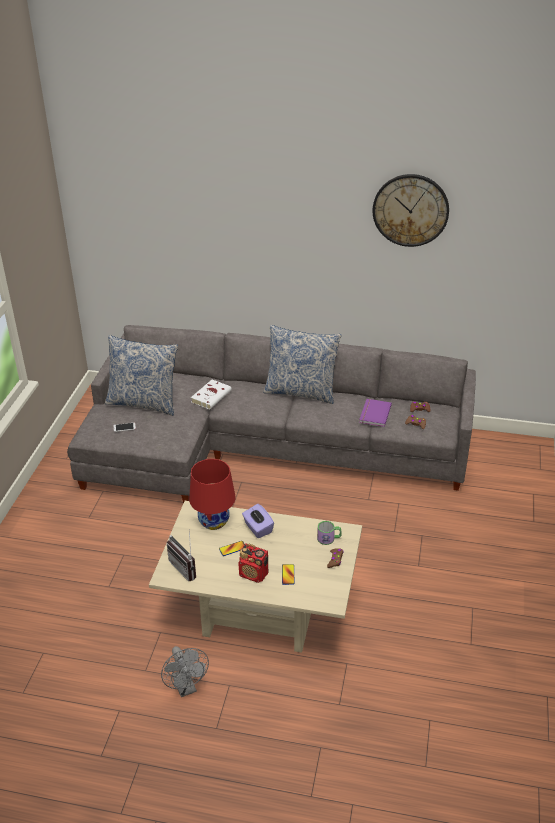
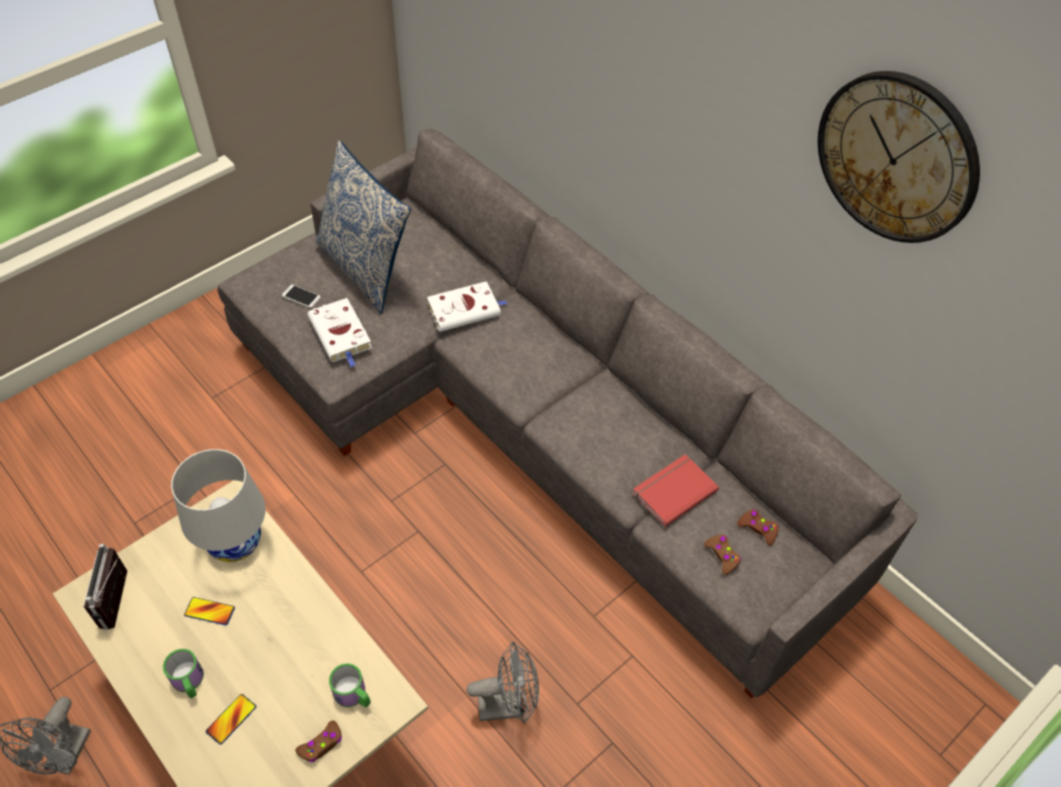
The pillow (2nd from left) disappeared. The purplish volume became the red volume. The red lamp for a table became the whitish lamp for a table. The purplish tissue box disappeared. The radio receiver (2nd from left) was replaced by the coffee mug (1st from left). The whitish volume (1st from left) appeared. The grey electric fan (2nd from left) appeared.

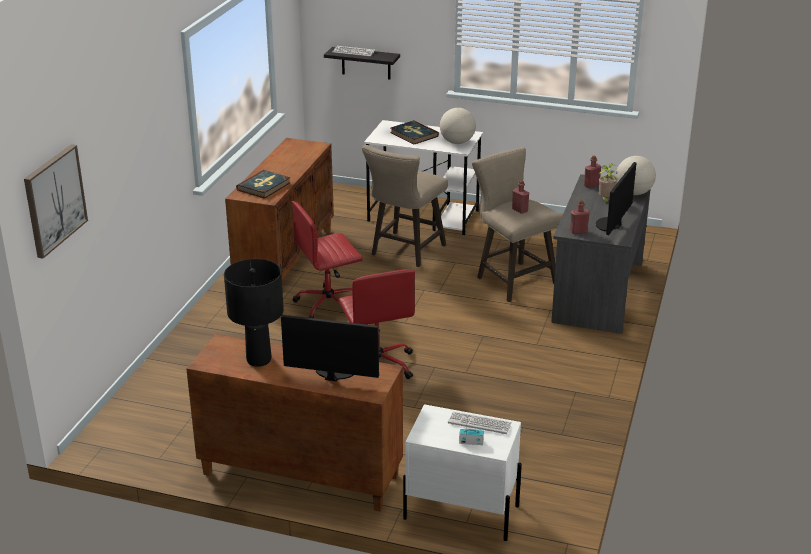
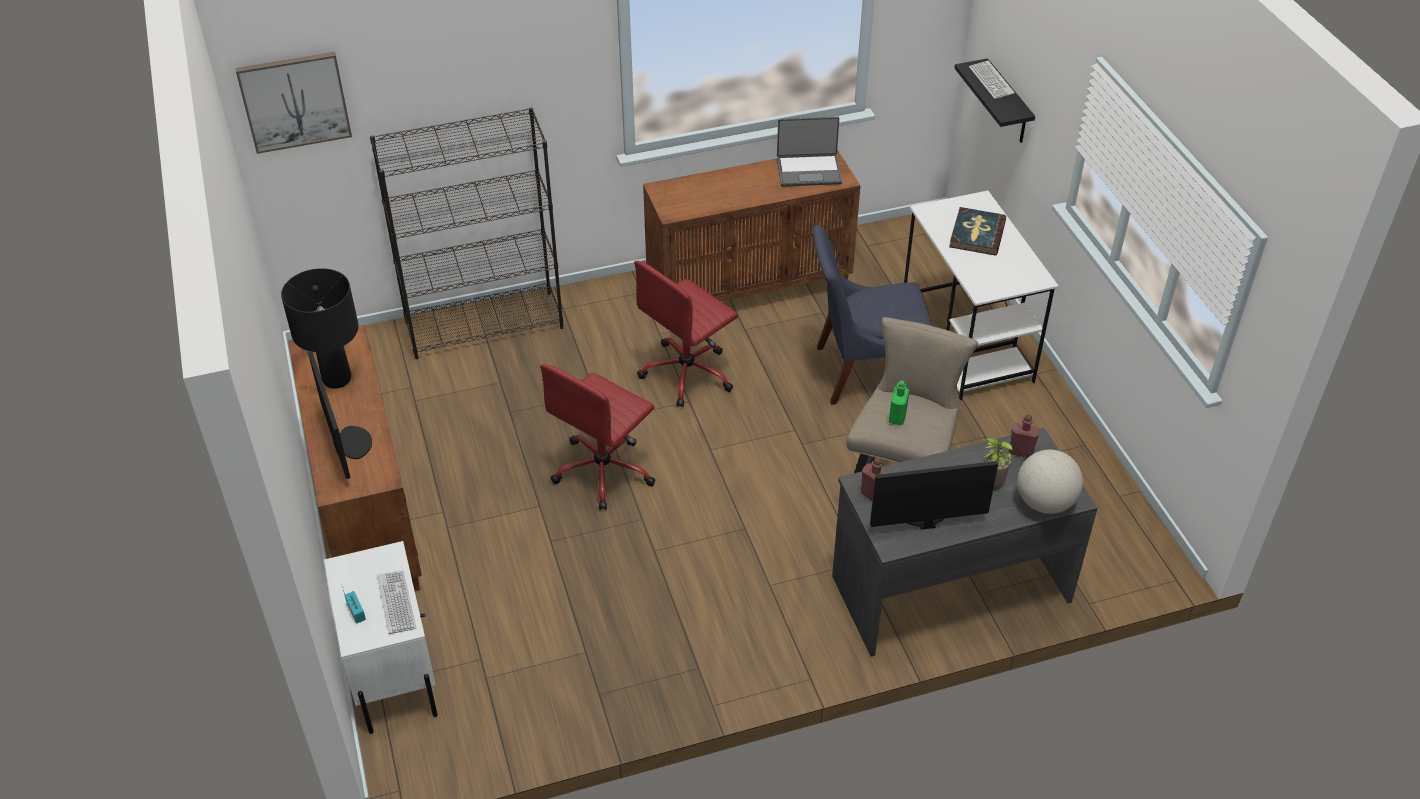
The globe (1st from left) disappeared. The beige-coloured stool (1st from left) was replaced by the bluish upright chair. The volume (1st from left) disappeared. The red bottle (1st from left) became the green-coloured bottle. The red computer chair (1st from left in the first image) turned 75 degrees counterclockwise. The black bookshelf appeared. The laptop appeared.

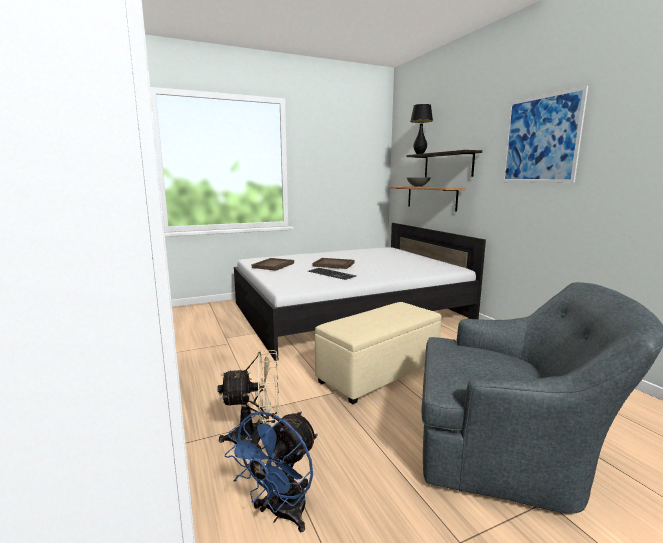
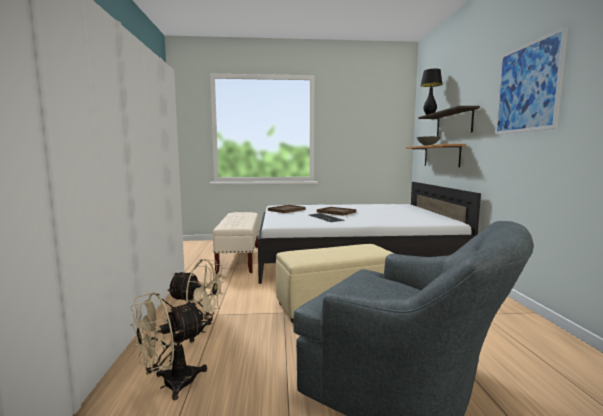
The bluish electric fan became the beige-coloured electric fan (1st from left). The beige-coloured bench appeared.

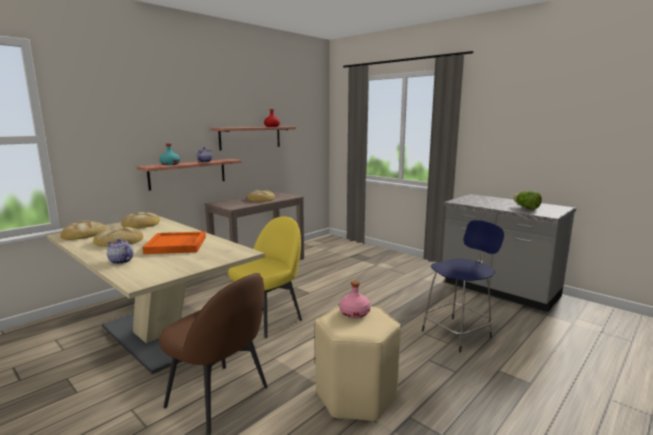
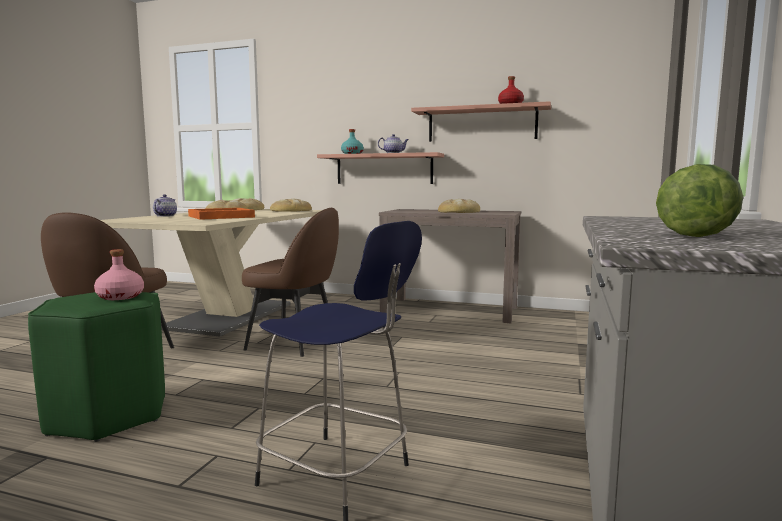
The yellow upright chair became the brown upright chair (2nd from left). The beige-coloured stool became the green-coloured stool.

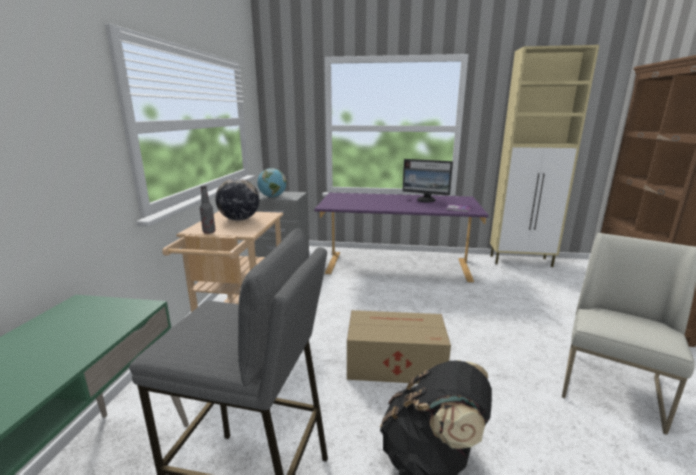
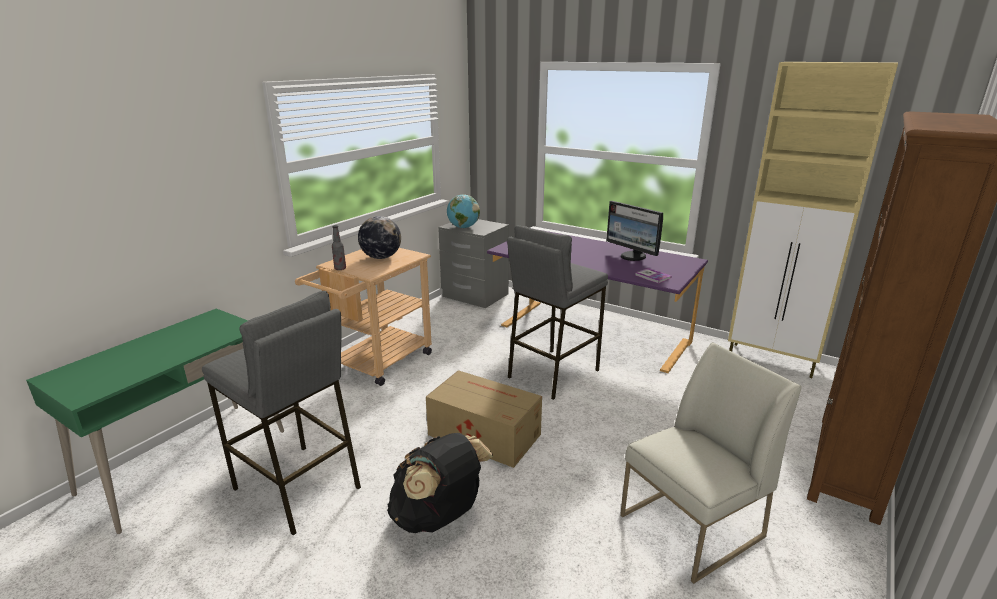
The grey stool (2nd from left) appeared.

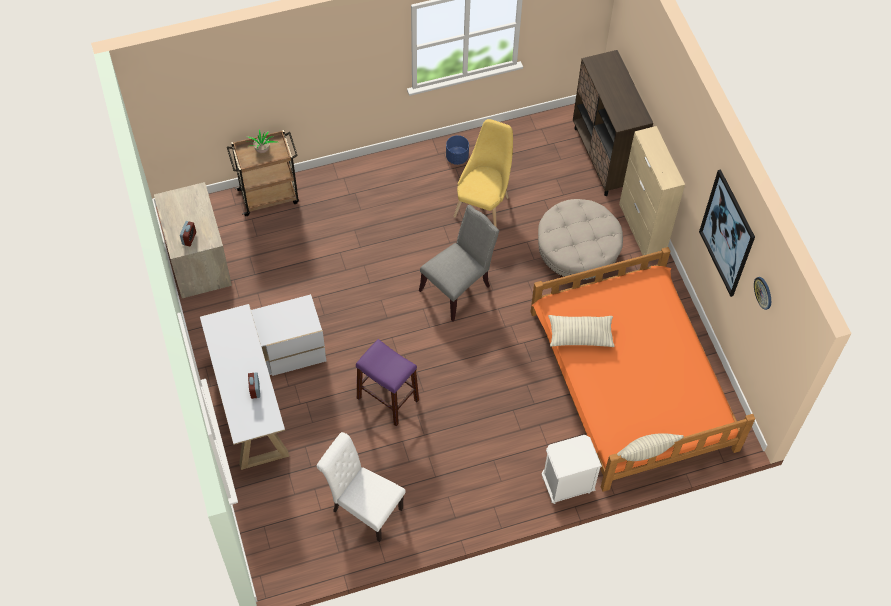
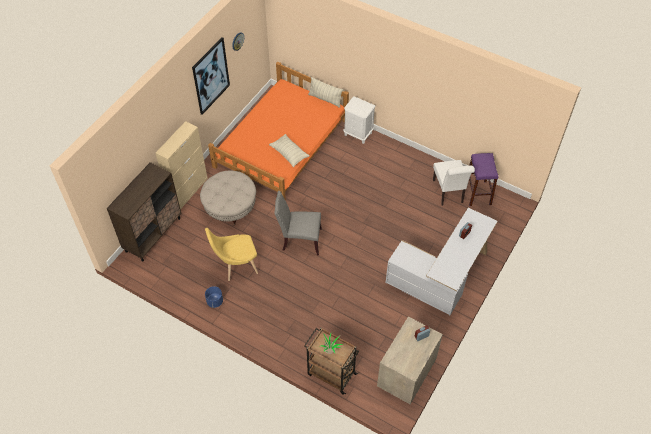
The purplish stool moved.

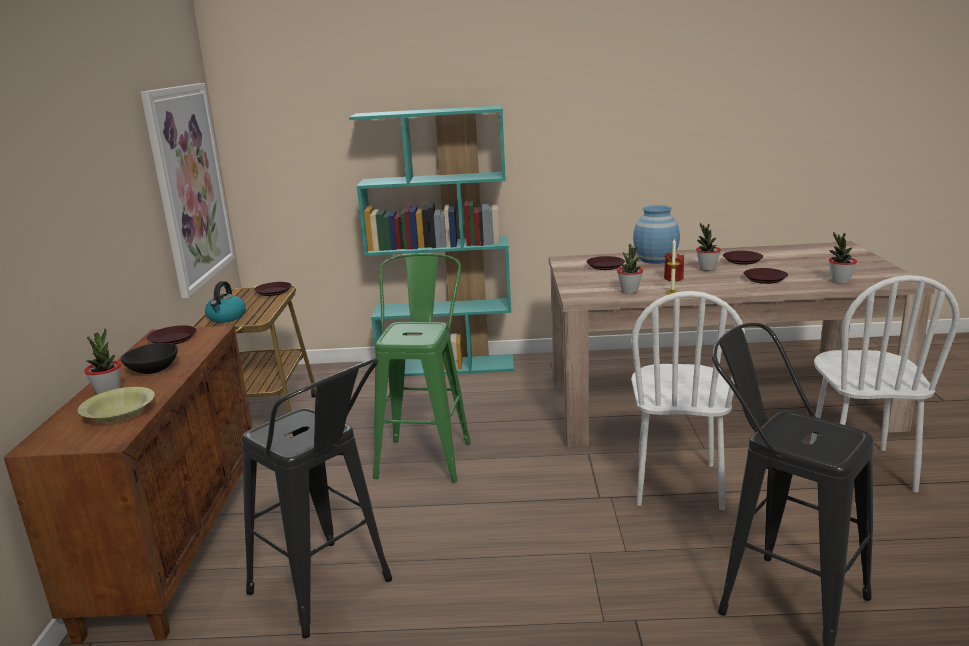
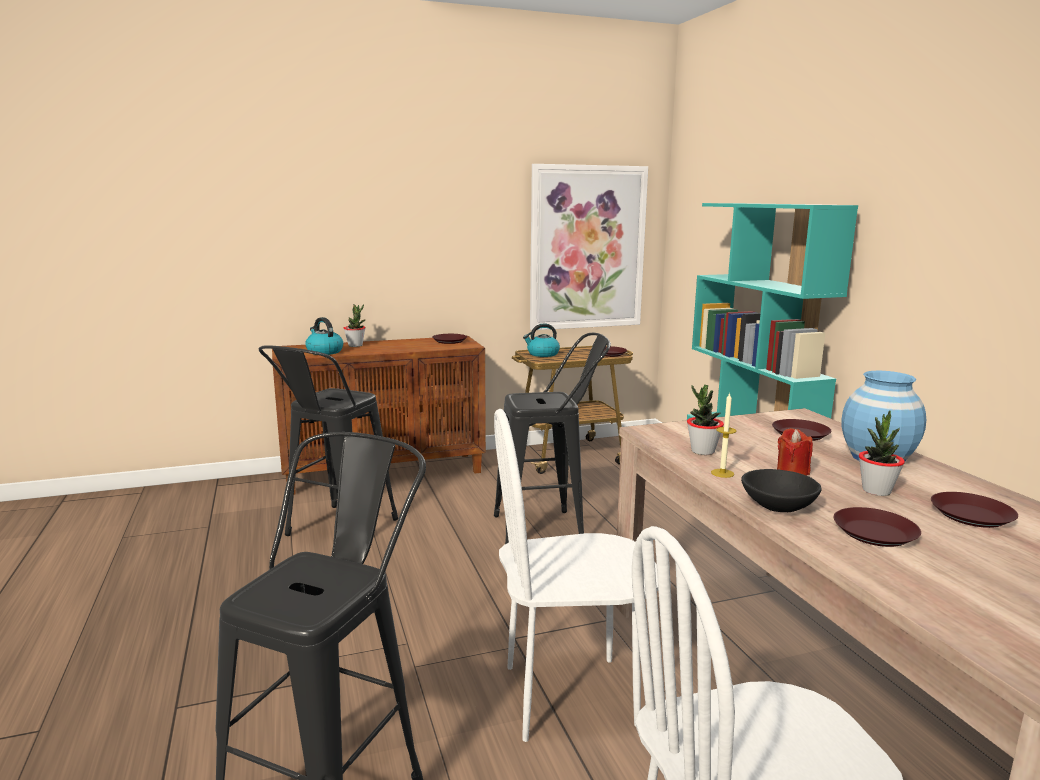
The plant in a pot (4th from left) disappeared. The green-coloured stool became the black stool (3rd from left). The black bowl moved. The yellow bowl was replaced by the water kettle (1st from left).

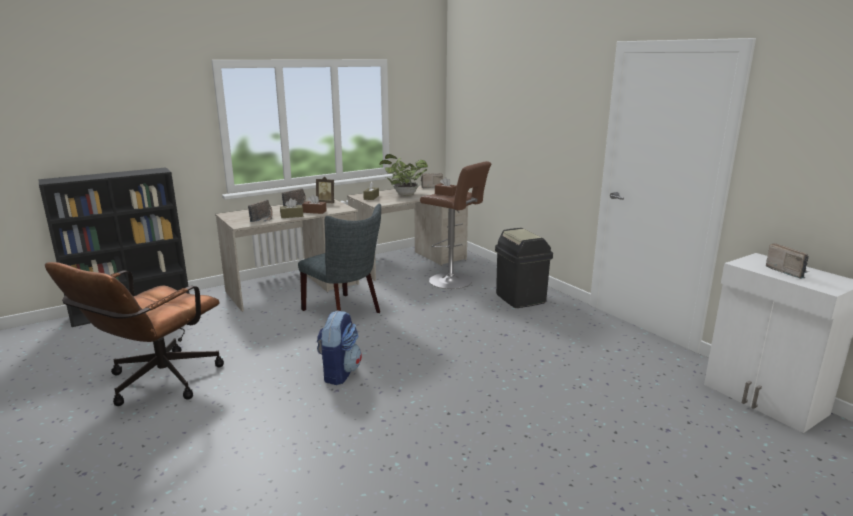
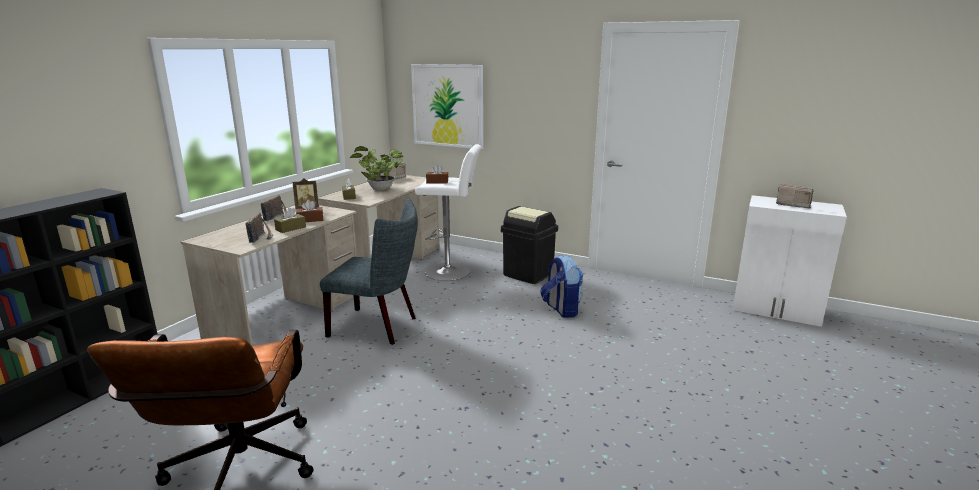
The brown stool became the whitish stool. The backpack moved. The wall picture appeared.

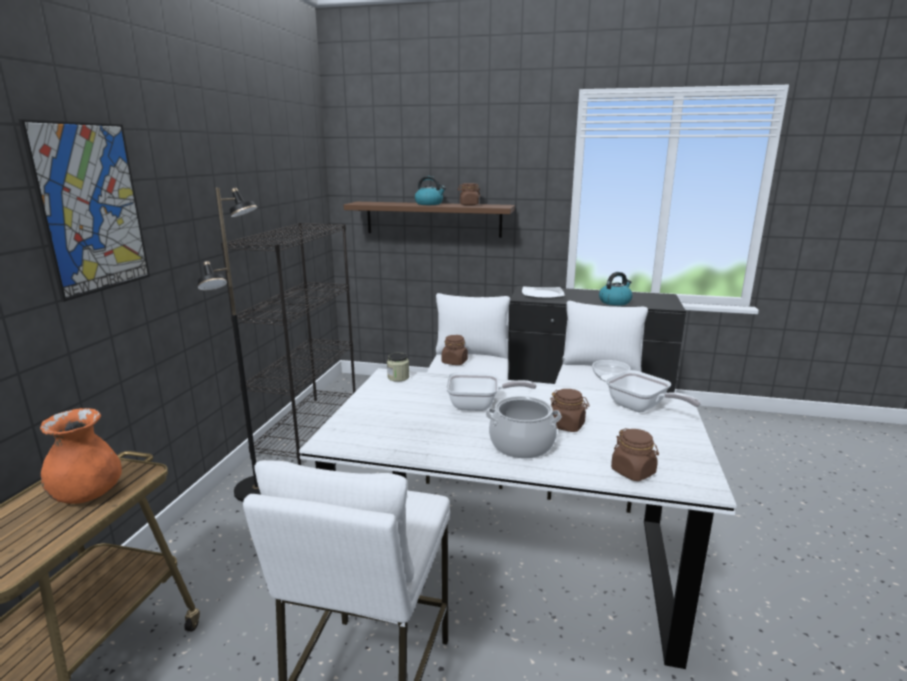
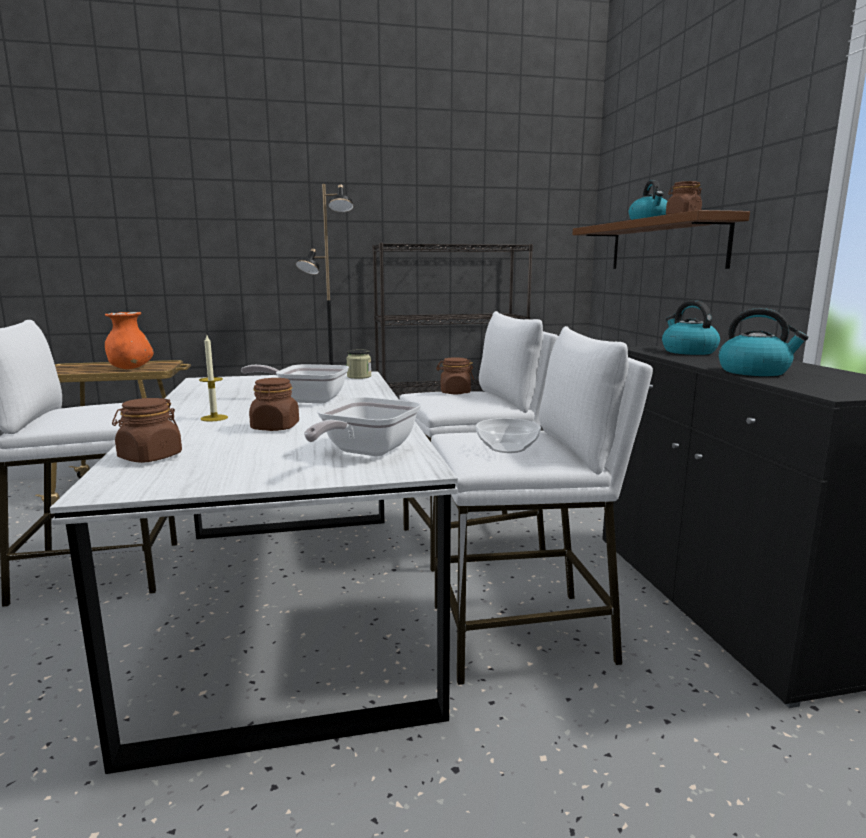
The wall picture disappeared. The flat dish was replaced by the water kettle (2nd from left). The skillet (1st from left) turned 120 degrees clockwise. The stockpot was replaced by the candle.

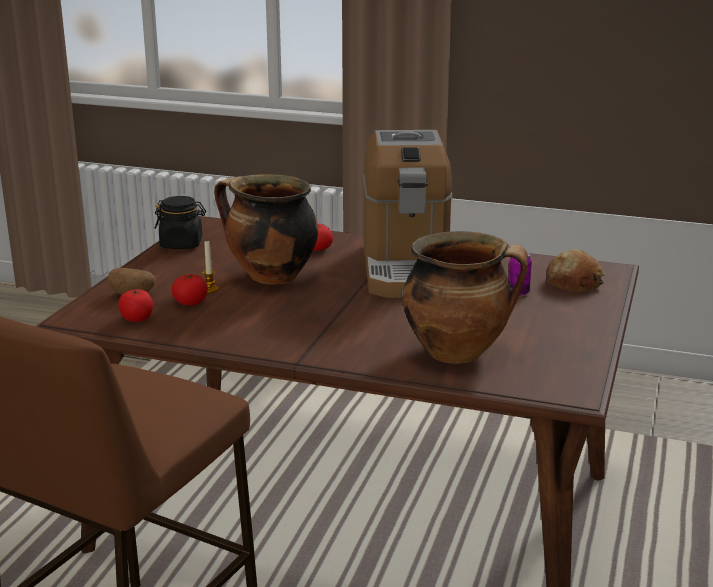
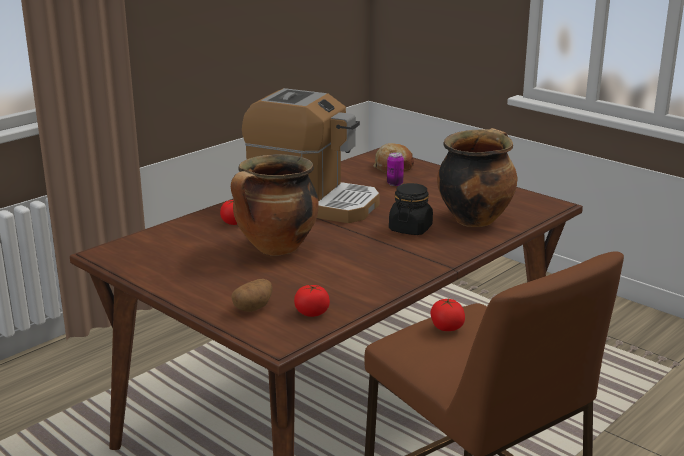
The black jar moved. The candle disappeared. The tomato (2nd from left in the first image) moved.

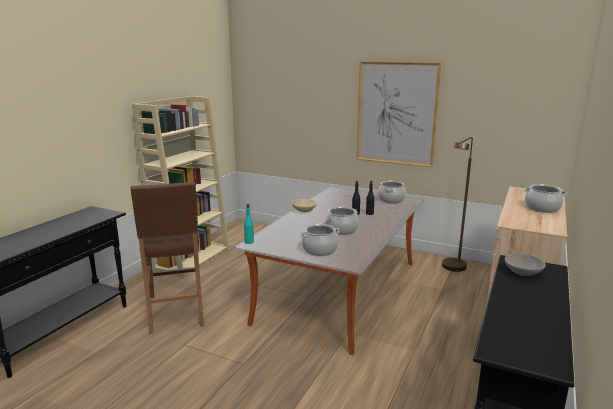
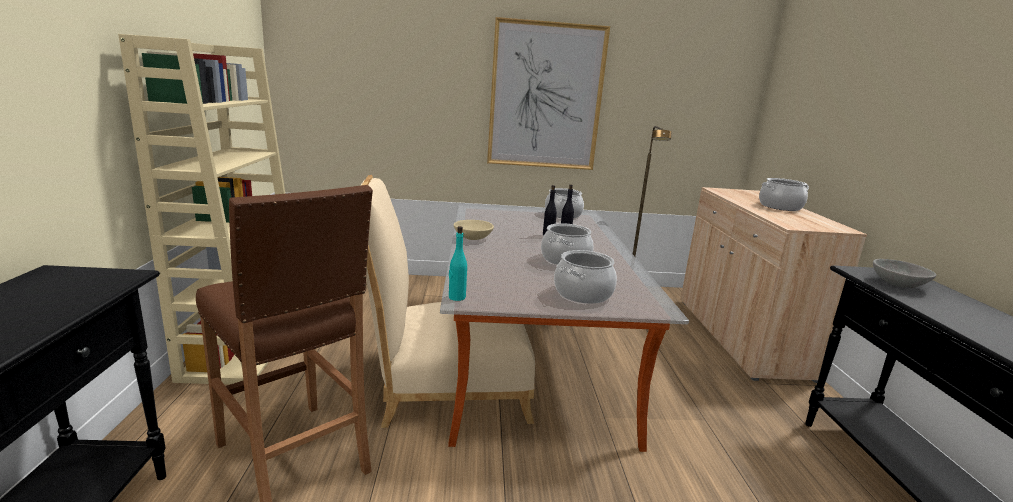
The beige-coloured upright chair appeared.

